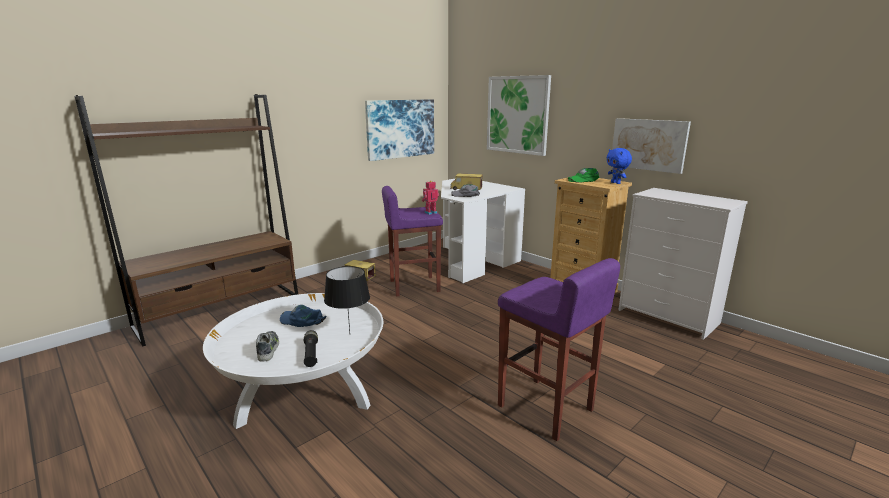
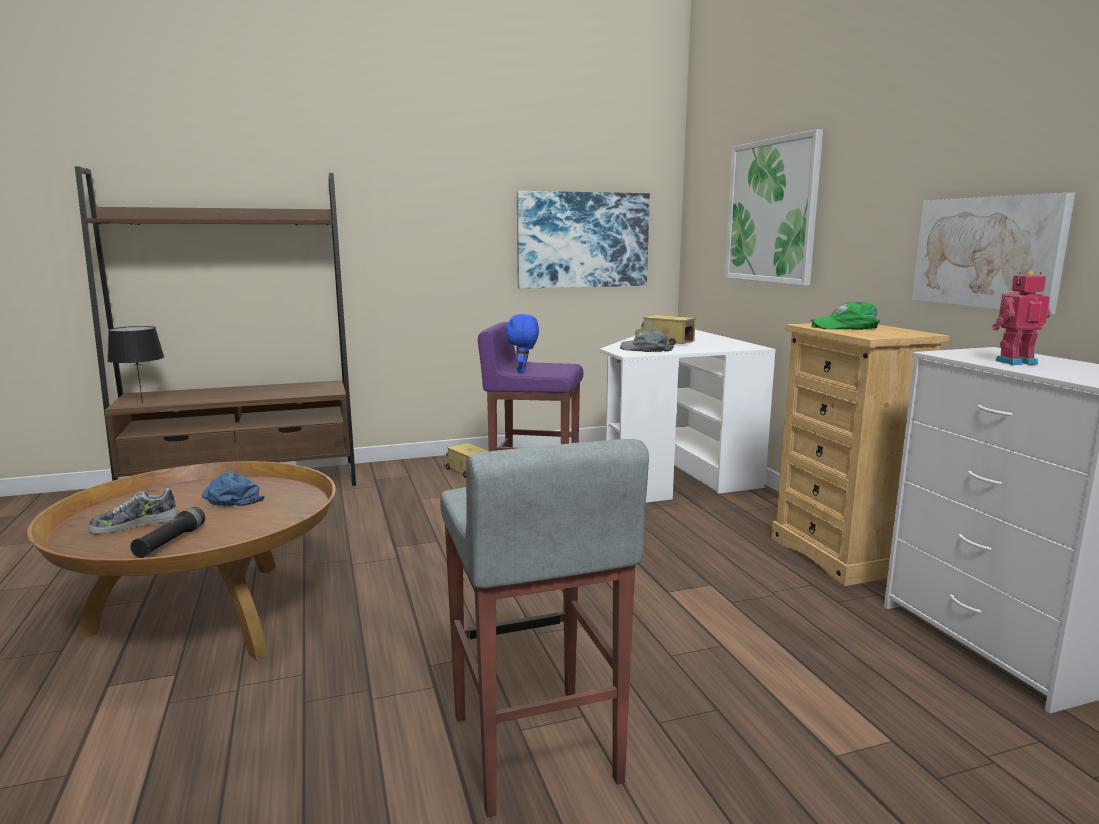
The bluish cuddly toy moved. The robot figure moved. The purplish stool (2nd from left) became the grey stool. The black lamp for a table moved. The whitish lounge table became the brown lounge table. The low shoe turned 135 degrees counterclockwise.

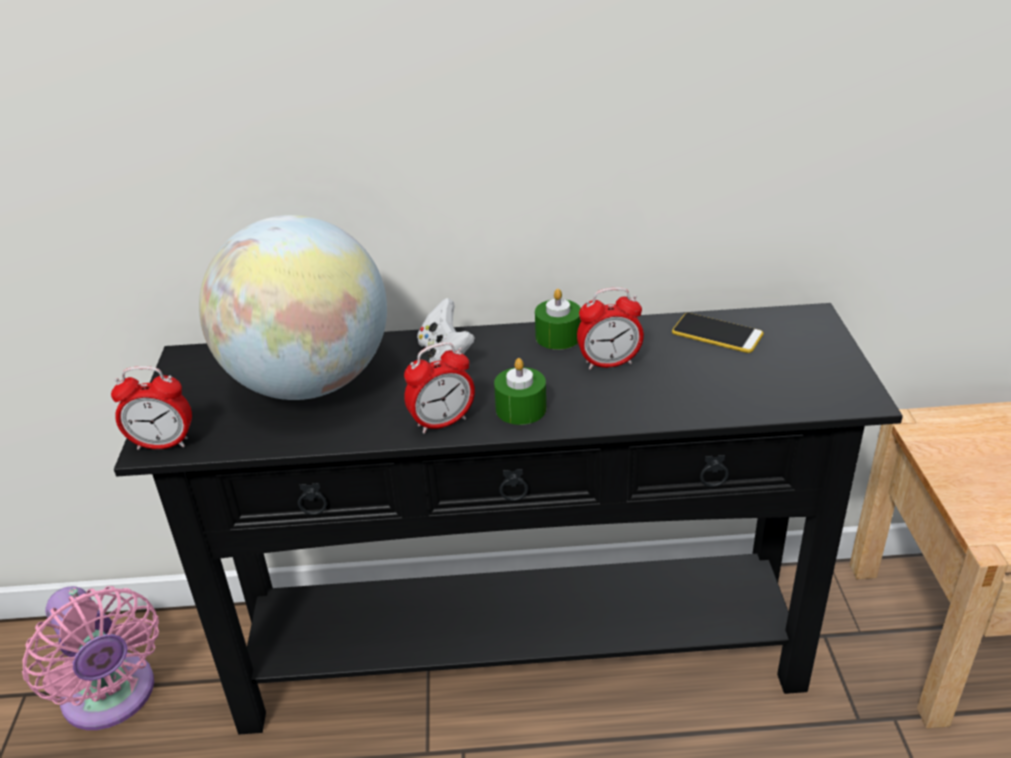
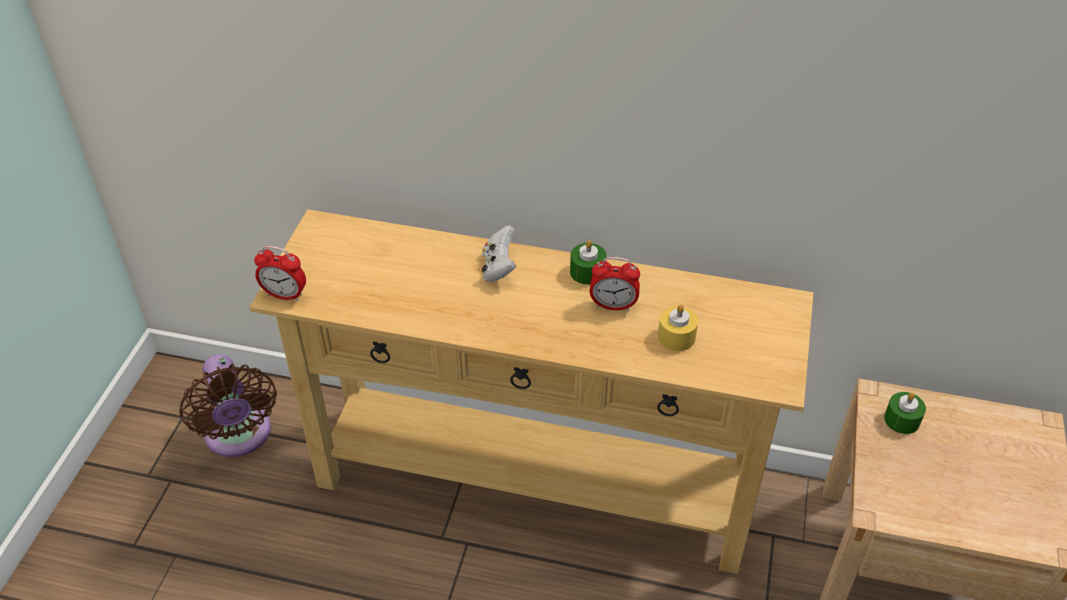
The globe disappeared. The black narrow table became the beige-coloured narrow table. The phone disappeared. The alarm clock (2nd from left) disappeared. The green-coloured candle (1st from left in the first image) moved. The pinkish electric fan became the brown electric fan. The yellow candle appeared.

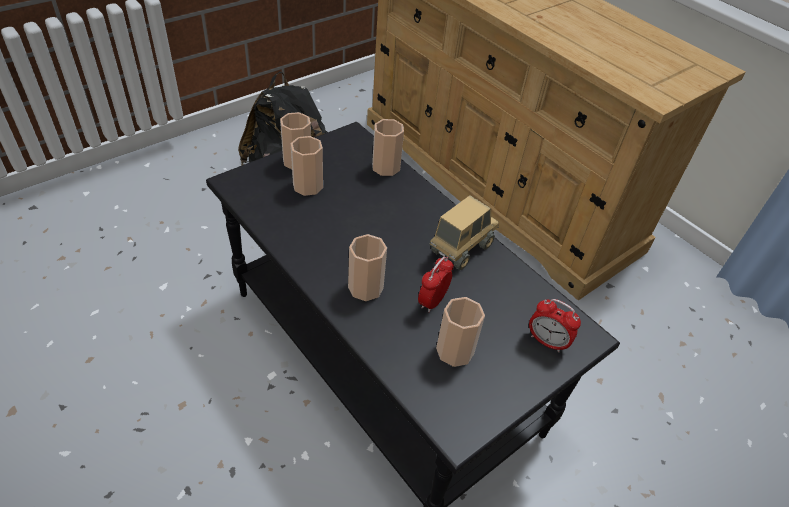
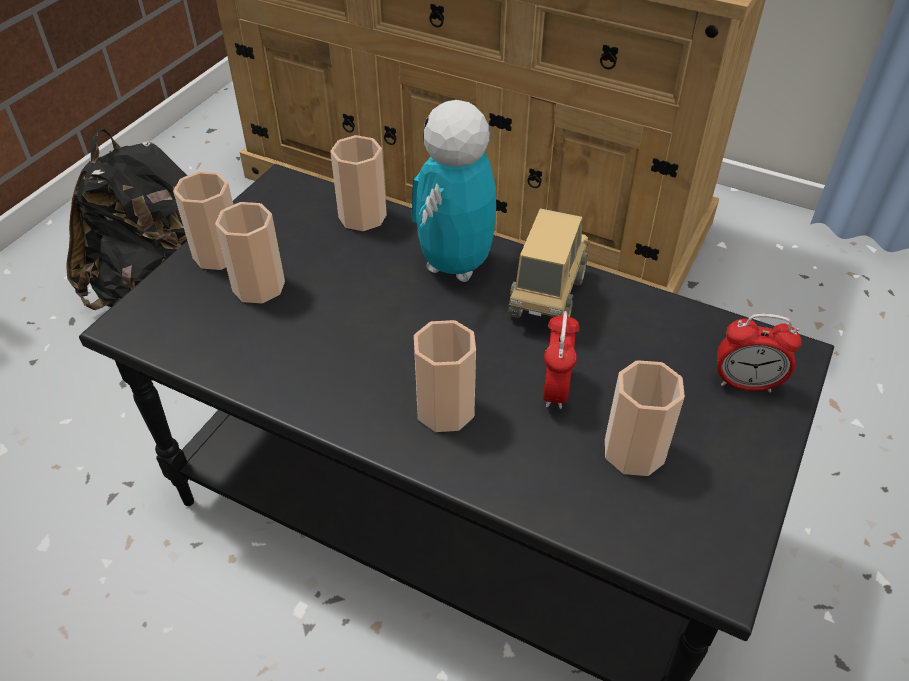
The robot figure appeared.

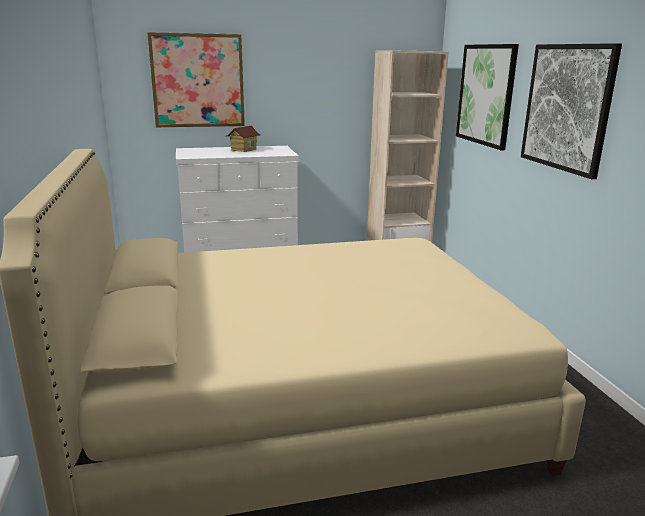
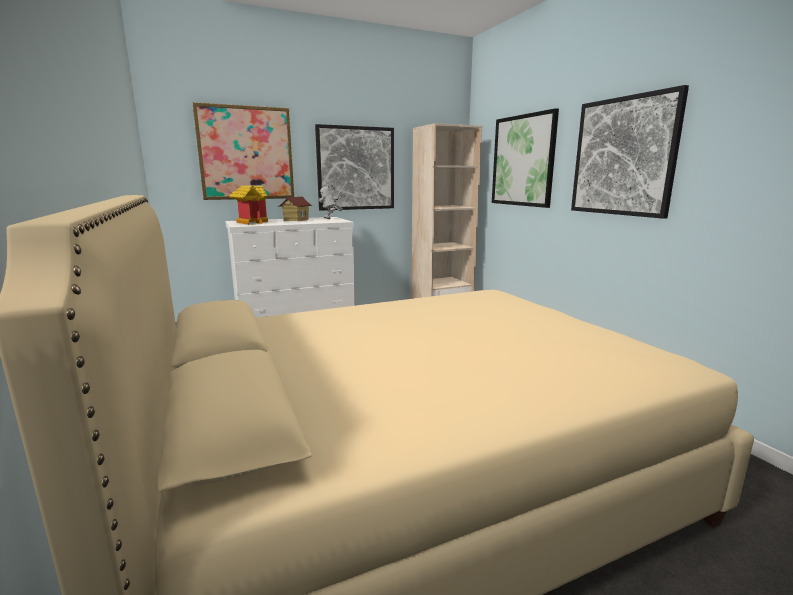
The wall picture (2nd from left) appeared. The miniature house (1st from left) appeared. The robot figure appeared.

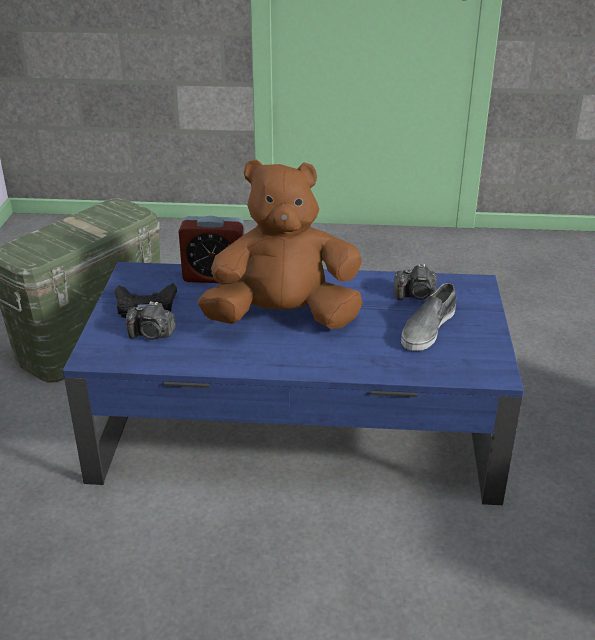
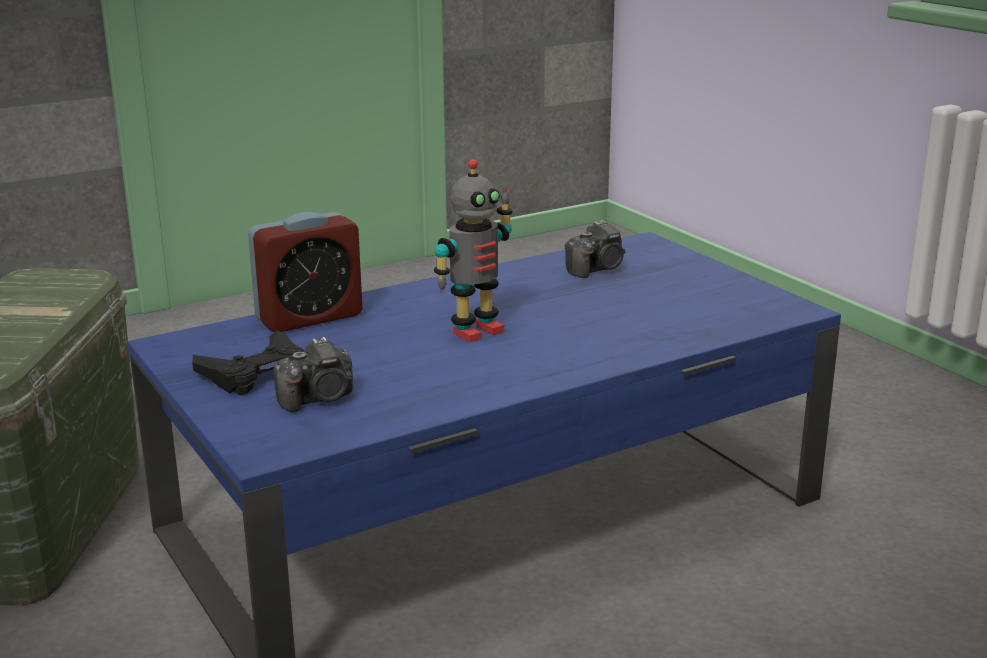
The brown cuddly toy was replaced by the robot figure. The grey low shoe disappeared.

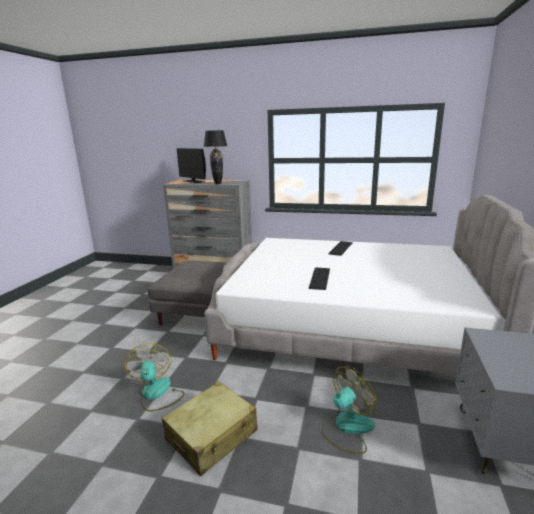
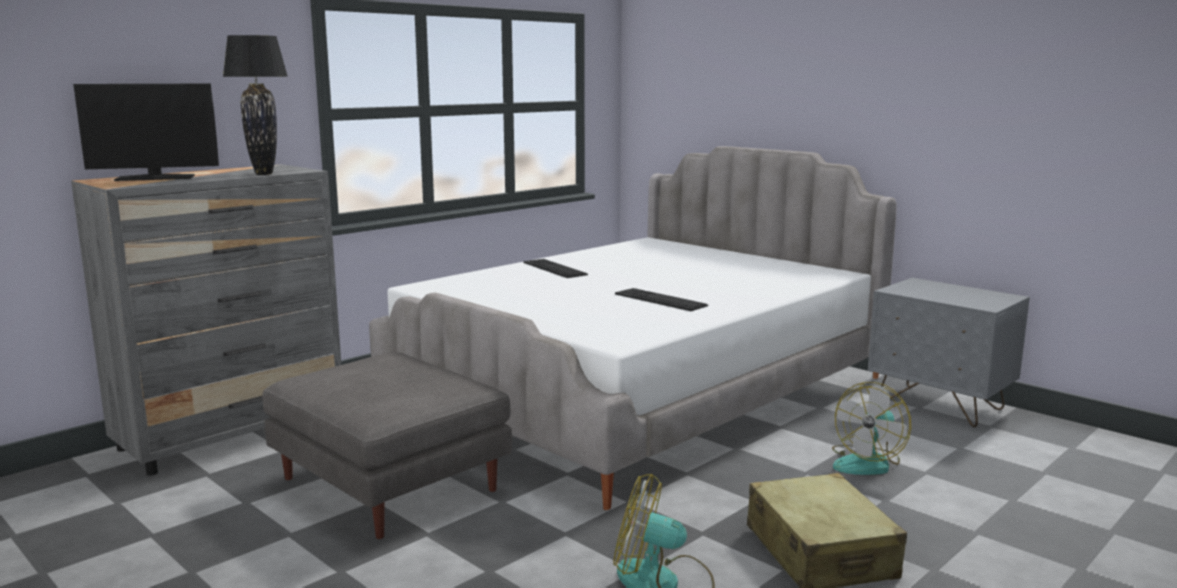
The electric fan (2nd from left) turned 135 degrees counterclockwise.

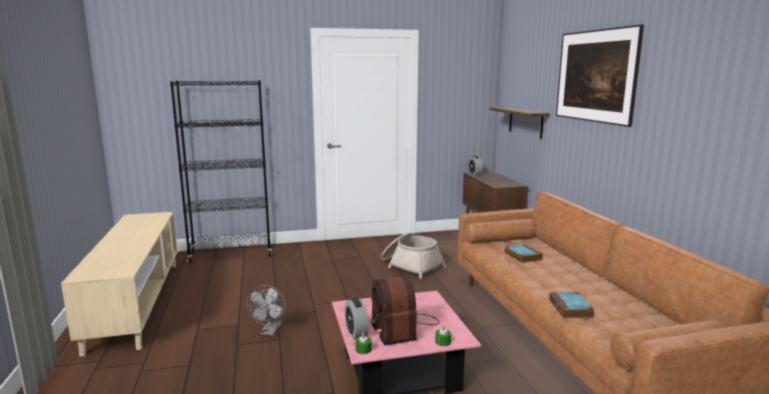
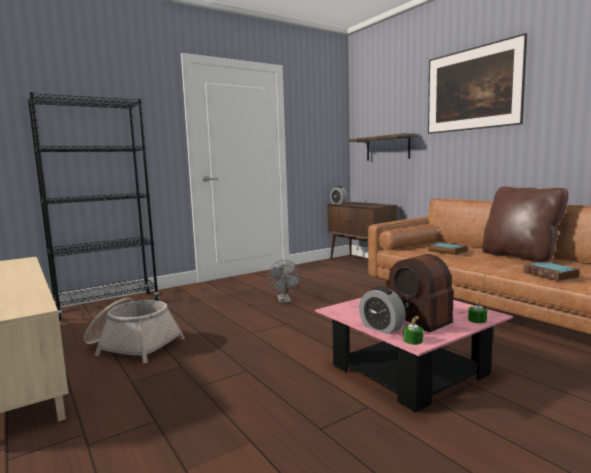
The household basket moved. The grey electric fan moved. The brown pillow appeared.

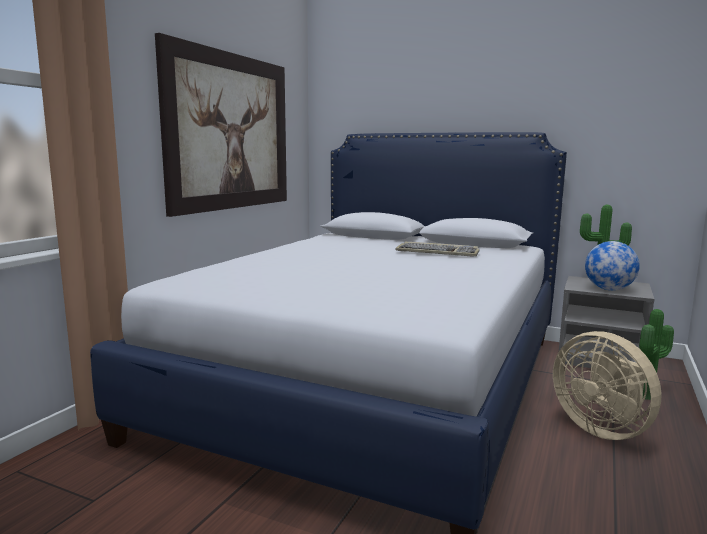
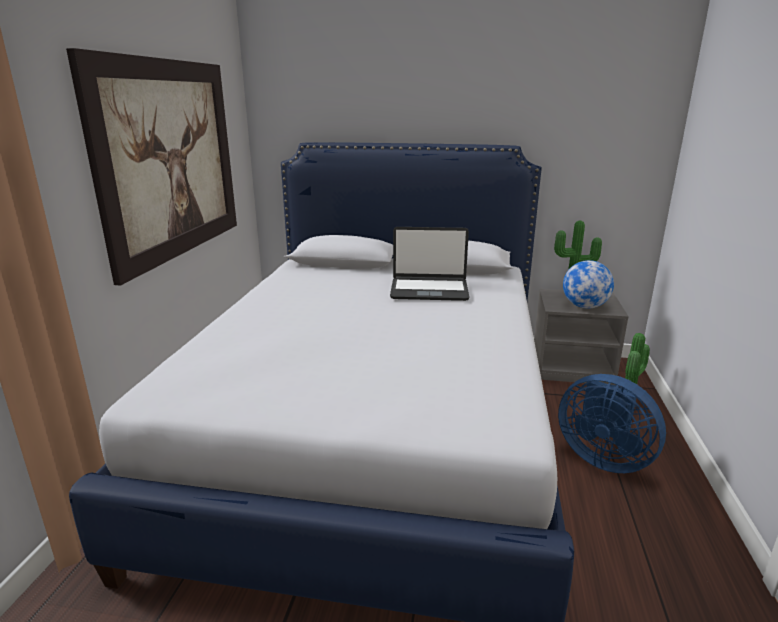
The keyboard was replaced by the laptop. The beige-coloured electric fan became the bluish electric fan.

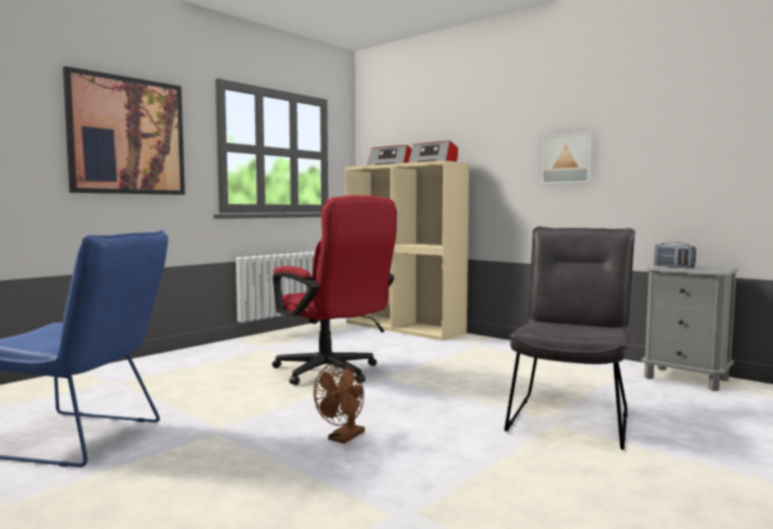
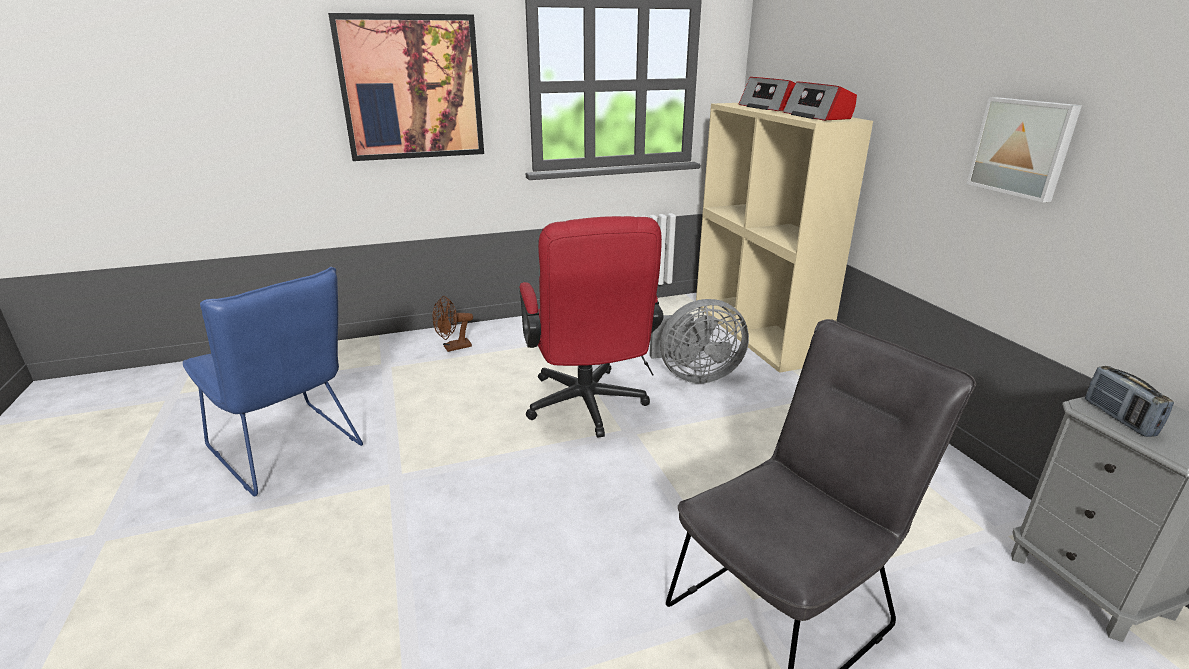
The brown electric fan moved. The grey electric fan appeared.

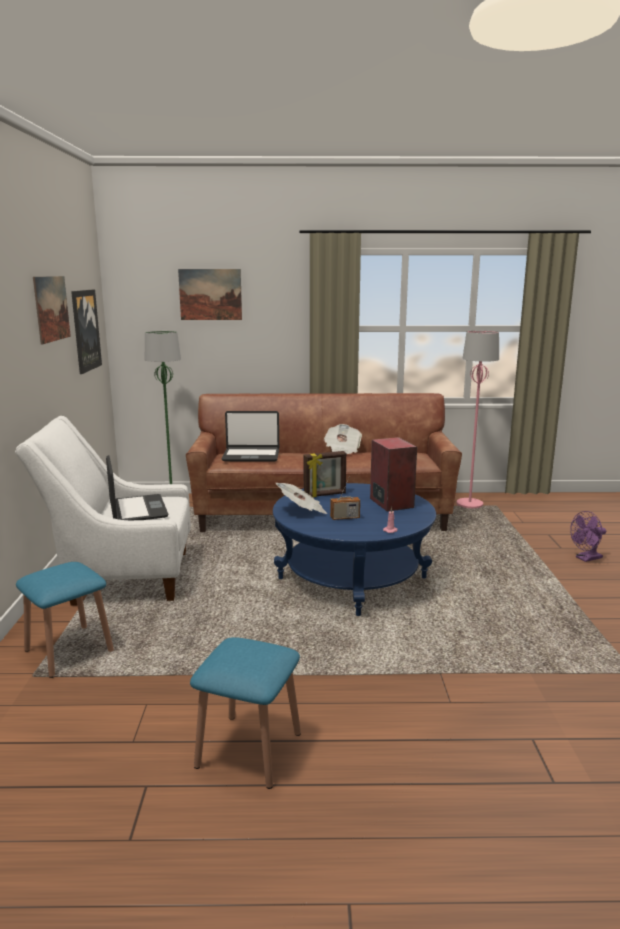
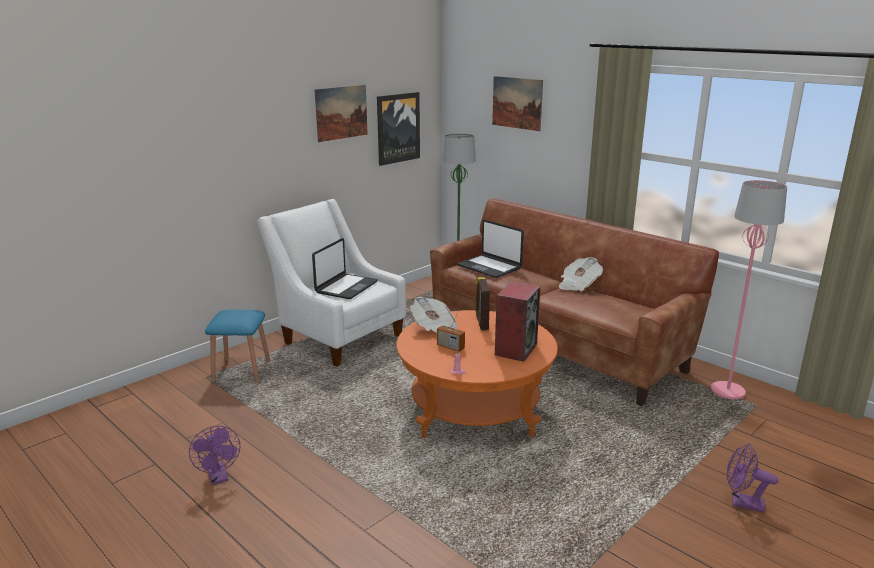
The photo frame turned 60 degrees clockwise. The bluish lounge table became the orangey lounge table. The bluish stool (2nd from left) was replaced by the purplish electric fan (1st from left).

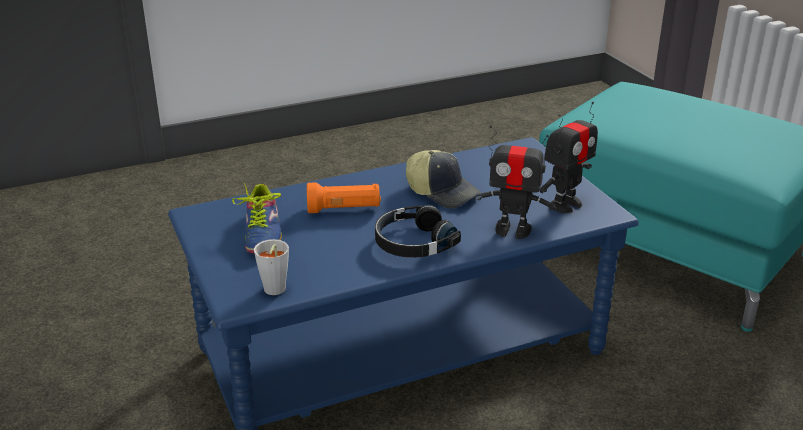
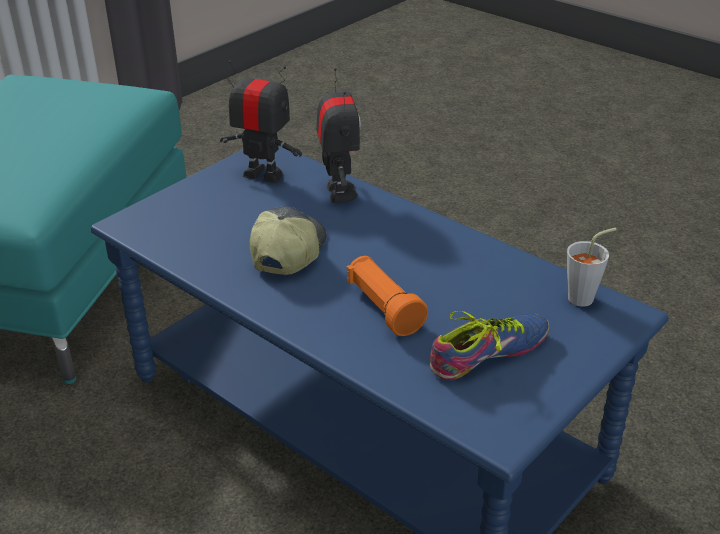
The black headset disappeared.

